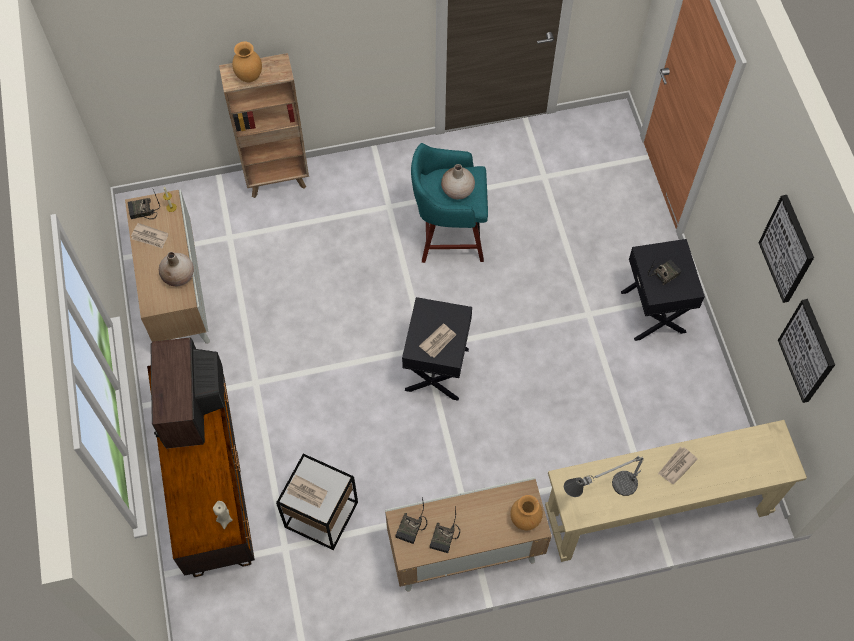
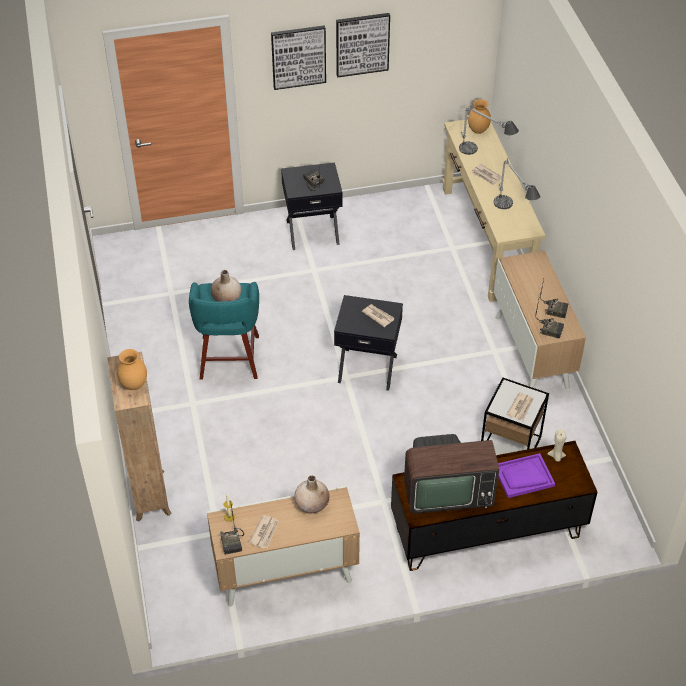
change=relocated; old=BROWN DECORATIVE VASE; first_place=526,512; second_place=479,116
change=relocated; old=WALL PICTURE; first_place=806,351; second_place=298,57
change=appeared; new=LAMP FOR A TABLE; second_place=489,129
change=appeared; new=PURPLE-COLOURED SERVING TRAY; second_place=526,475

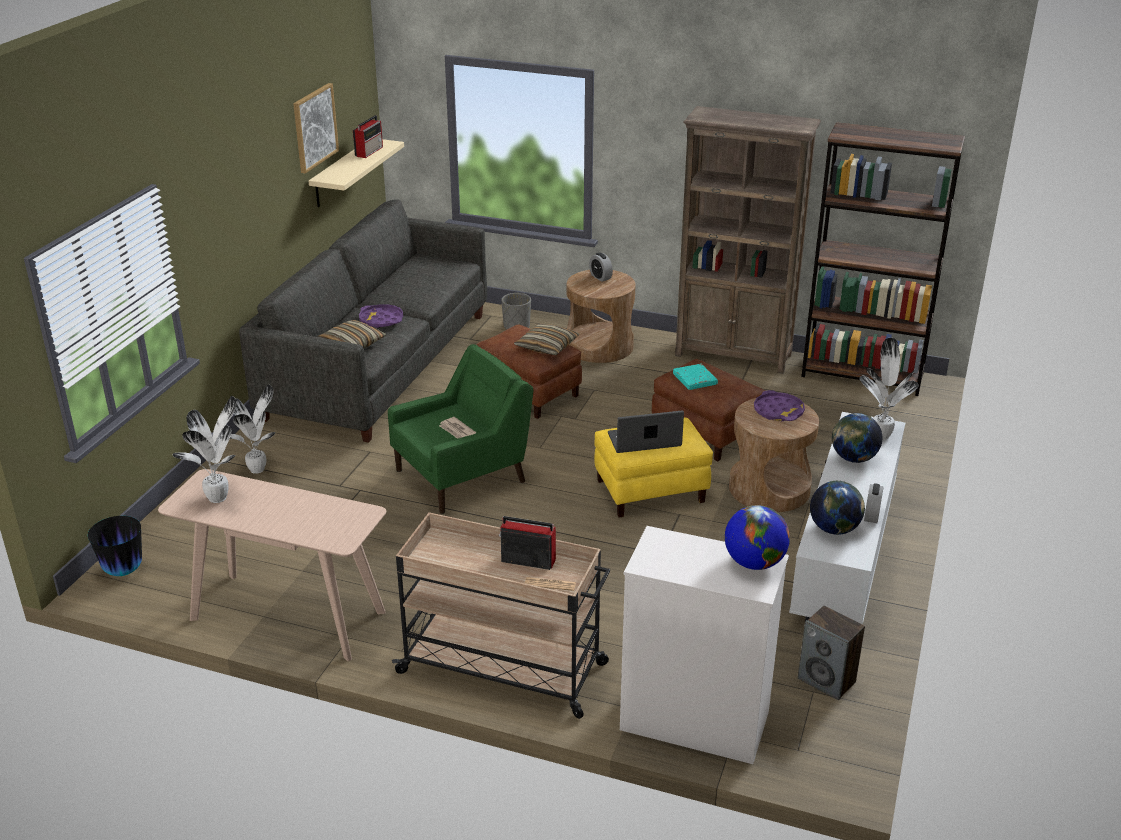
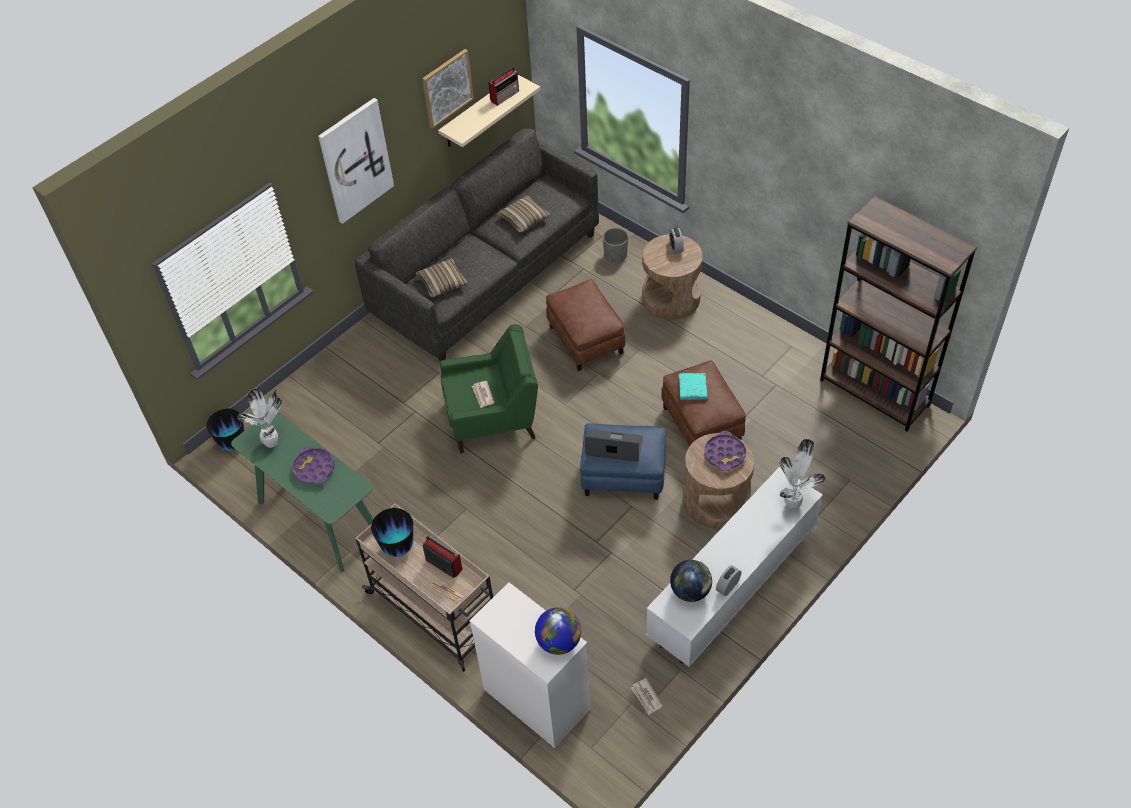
change=colour; old=BEIGE-COLOURED HALL TABLE; new=GREEN-COLOURED HALL TABLE; first_place=272,565; second_place=302,492
change=missing; old=HOUSEPLANT; first_place=253,429
change=relocated; old=PURPLE-COLOURED SERVING TRAY; first_place=381,316; second_place=313,465
change=relocated; old=PILLOW; first_place=546,339; second_place=523,214
change=colour; old=YELLOWISH POUFFE; new=BLUE POUFFE; first_place=653,468; second_place=623,461
change=missing; old=BROWN BOOKCASE; first_place=748,240
change=exchanged; old=AUDIO SPEAKER; new=DAILY PAPER; first_place=831,653; second_place=647,696
change=missing; old=WORLD GLOBE; first_place=857,438
change=appeared; new=WALL PICTURE; second_place=356,161
change=appeared; new=DECORATIVE VASE; second_place=392,532

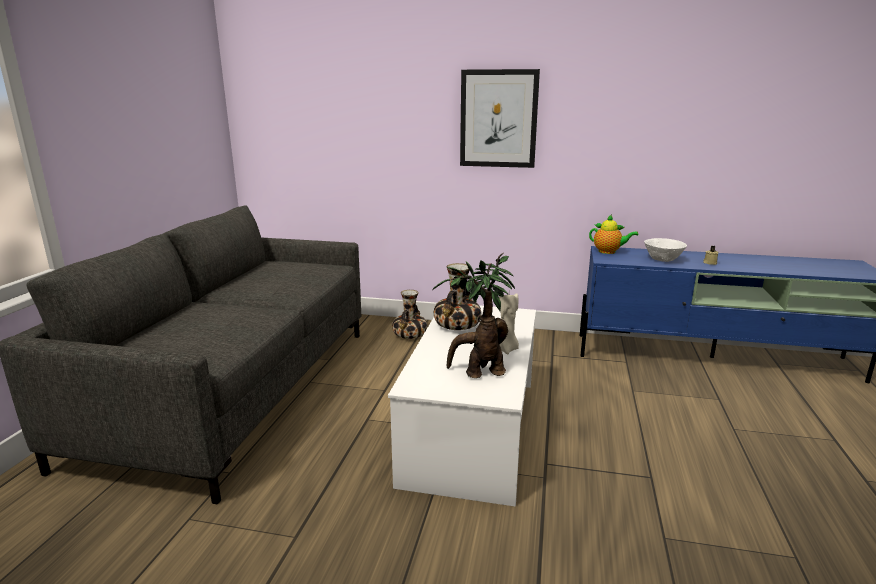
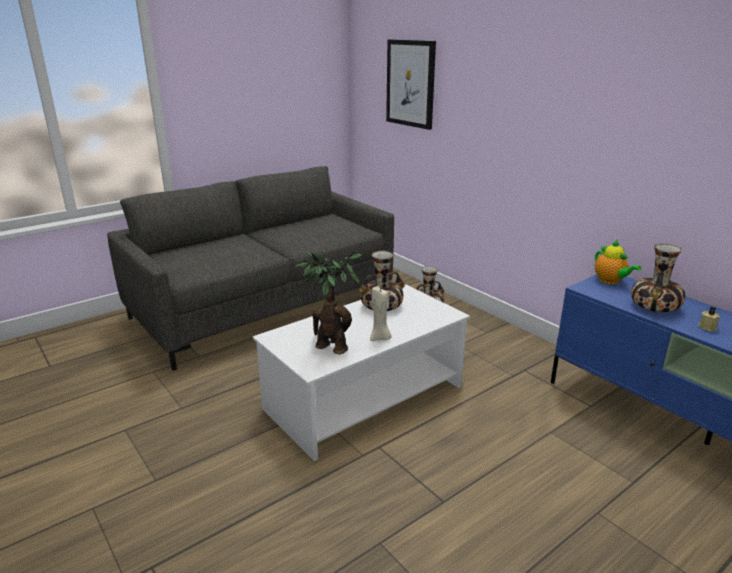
change=relocated; old=WALL PICTURE; first_place=500,118; second_place=411,84
change=exchanged; old=WHITISH BOWL; new=DECORATIVE VASE; first_place=665,250; second_place=658,278

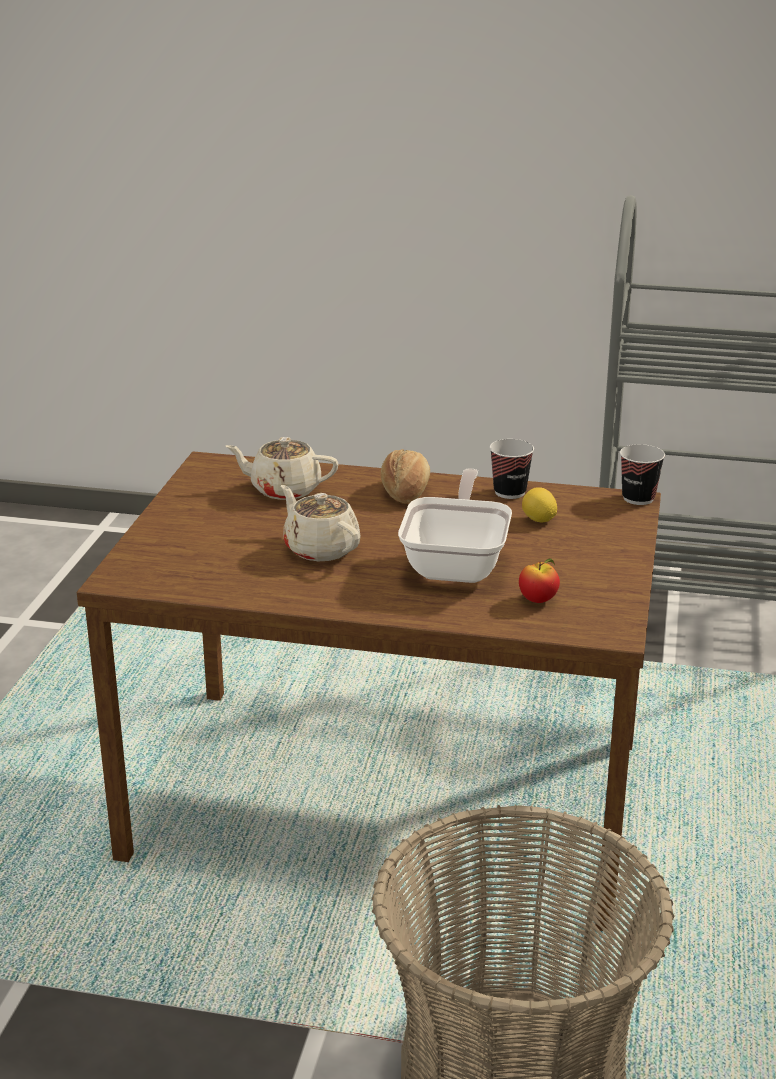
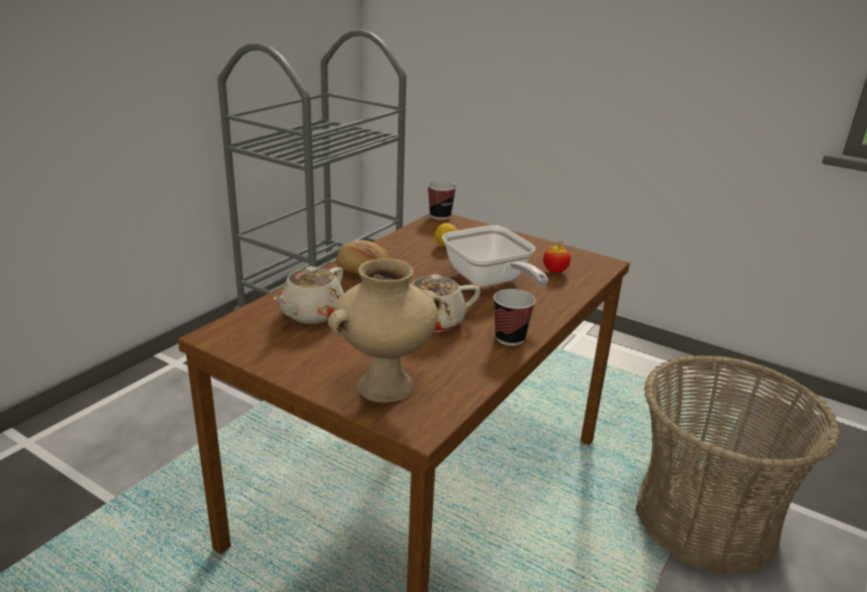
change=spun; old=SKILLET; first_place=455,526; second_place=495,256; degrees=-150
change=relocated; old=DRINKING CUP; first_place=512,469; second_place=514,317
change=appeared; new=BEIGE-COLOURED DECORATIVE VASE; second_place=385,330

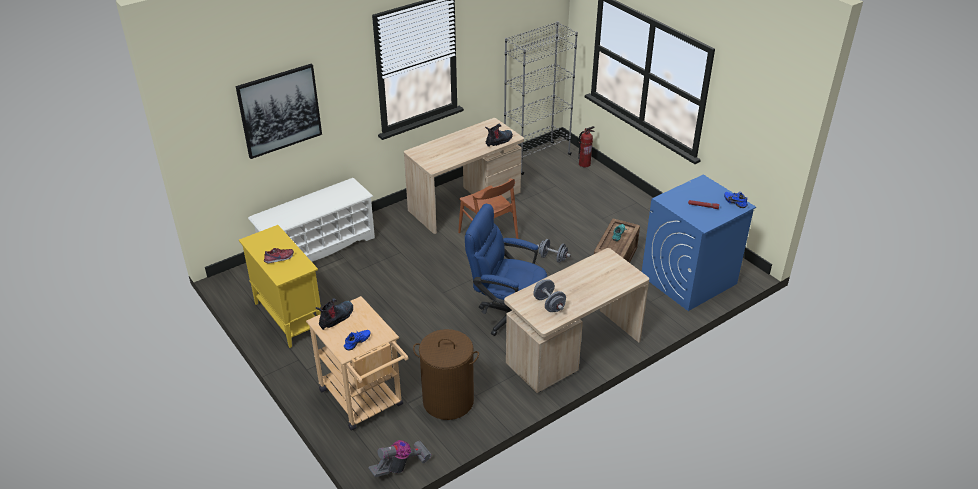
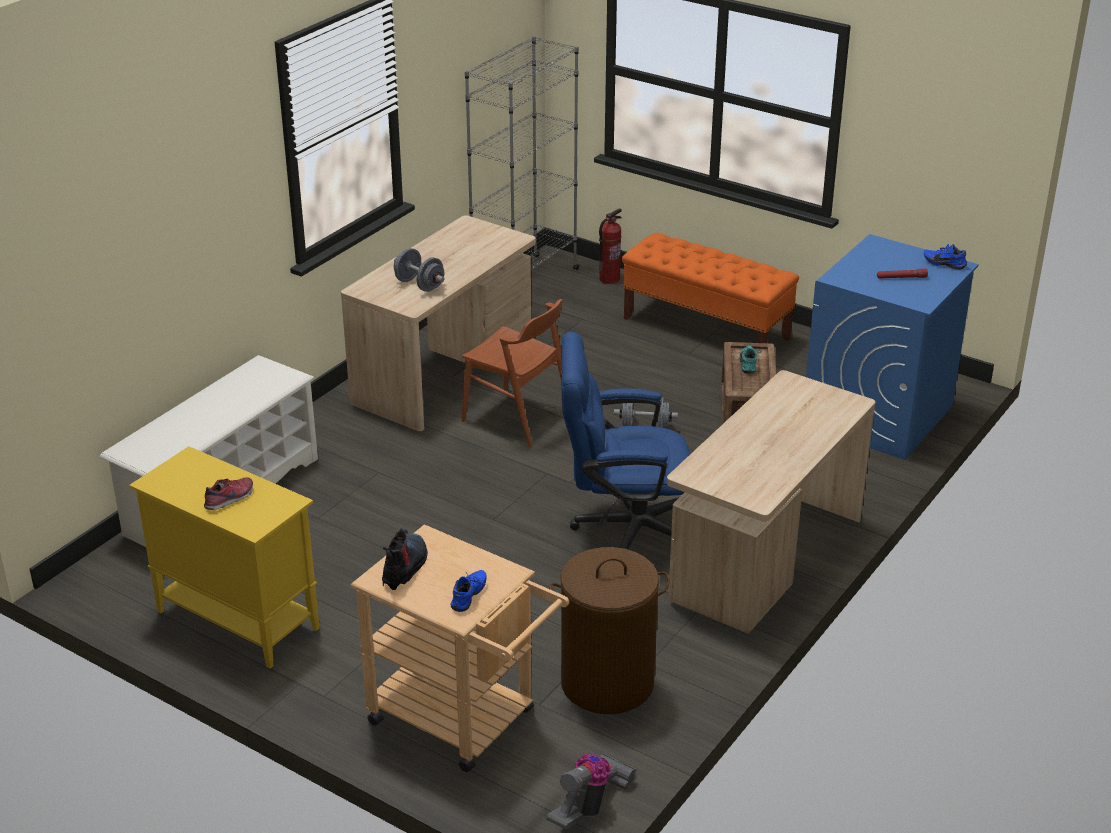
change=missing; old=WALL PICTURE; first_place=279,111
change=missing; old=BOOT; first_place=499,135
change=relocated; old=GRAY DUMBBELL; first_place=549,295; second_place=419,270
change=appeared; new=ORANGE LONG SEAT; second_place=710,288

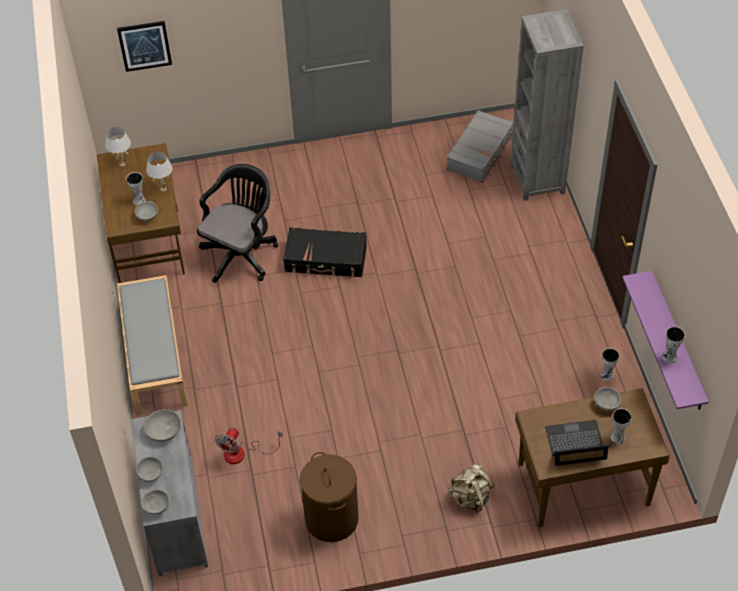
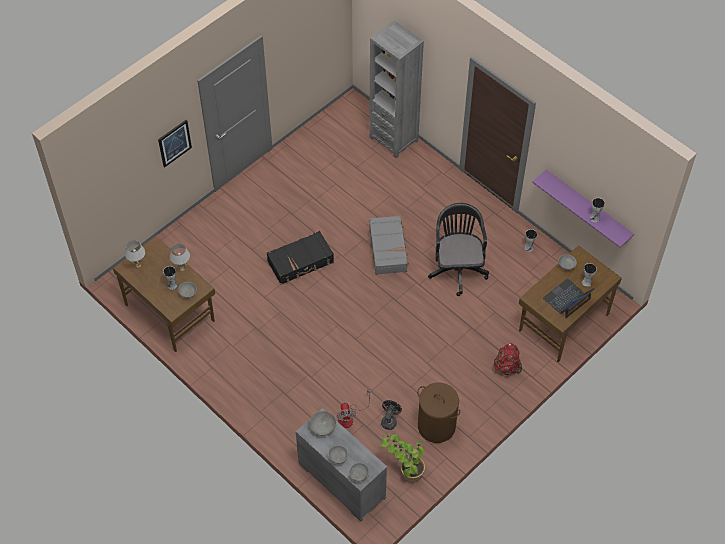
change=relocated; old=WALL PICTURE; first_place=144,46; second_place=175,143
change=missing; old=GRAY LONG SEAT; first_place=152,345
change=relocated; old=BLACKISH DESK CHAIR; first_place=237,223; second_place=458,249
change=relocated; old=GRAY PIECE OF LUGGAGE; first_place=480,146; second_place=389,245
change=colour; old=BEIGE-COLOURED BACKPACK; new=RED BACKPACK; first_place=471,488; second_place=507,359
change=appeared; new=BLACKISH FAN; second_place=391,415
change=appeared; new=HOUSEPLANT; second_place=403,457

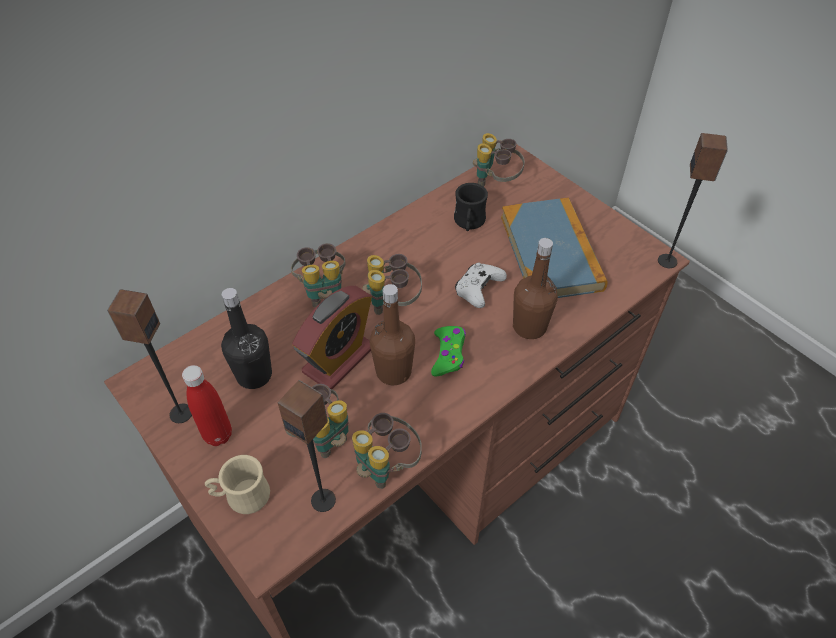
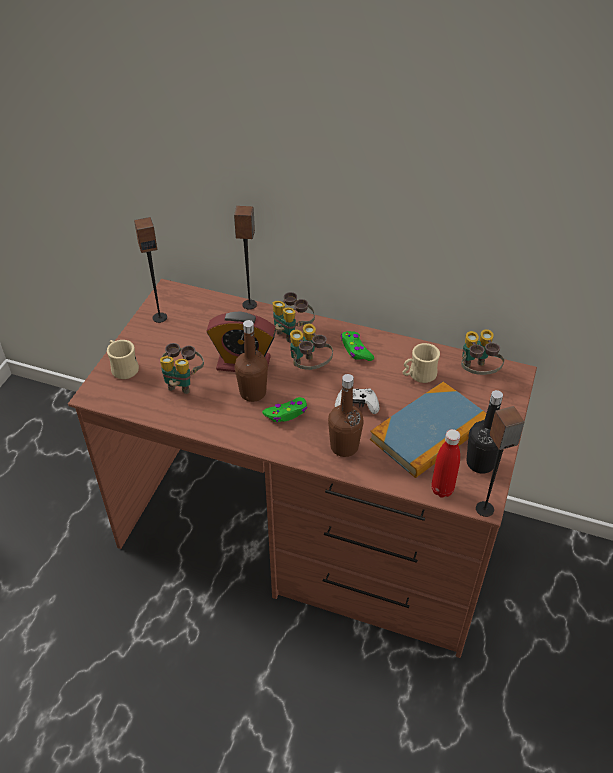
change=relocated; old=RED BOTTLE; first_place=207,405; second_place=445,463
change=relocated; old=BLACKISH BOTTLE; first_place=246,338; second_place=484,432
change=relocated; old=AUDIO SPEAKER; first_place=307,446; second_place=245,258
change=missing; old=FIELD GLASSES; first_place=387,451
change=colour; old=BLACKISH TEA MUG; new=BEIGE-COLOURED TEA MUG; first_place=471,207; second_place=421,363
change=appeared; new=GREEN-COLOURED JOYPAD; second_place=357,346

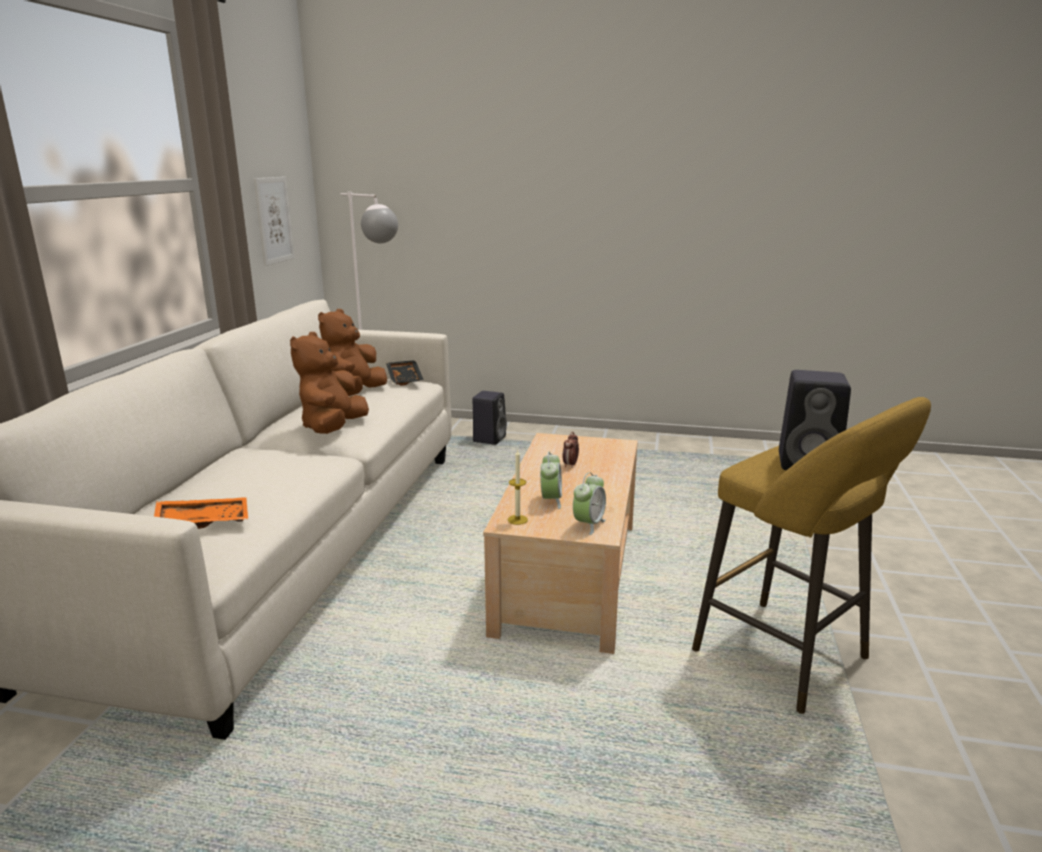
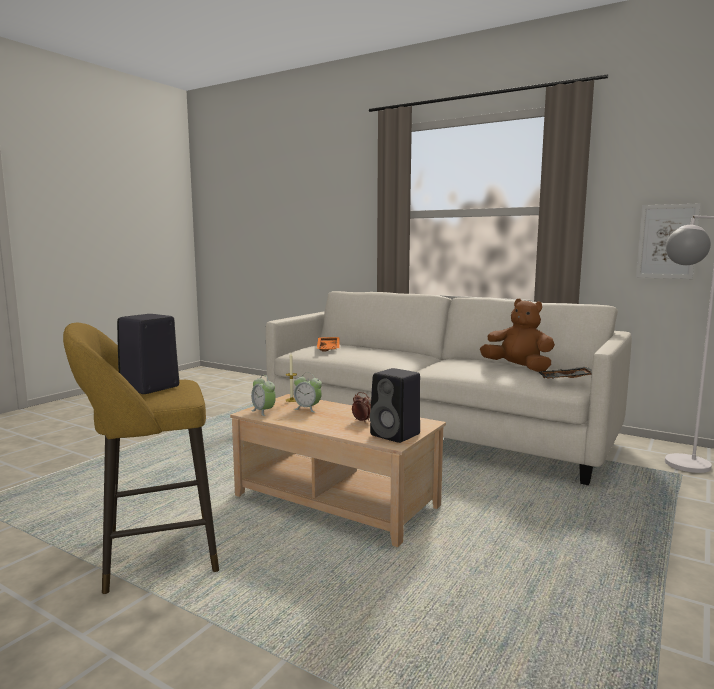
change=missing; old=BROWN PLUSH TOY; first_place=329,383
change=relocated; old=BLACKISH AUDIO SPEAKER; first_place=489,418; second_place=395,405

